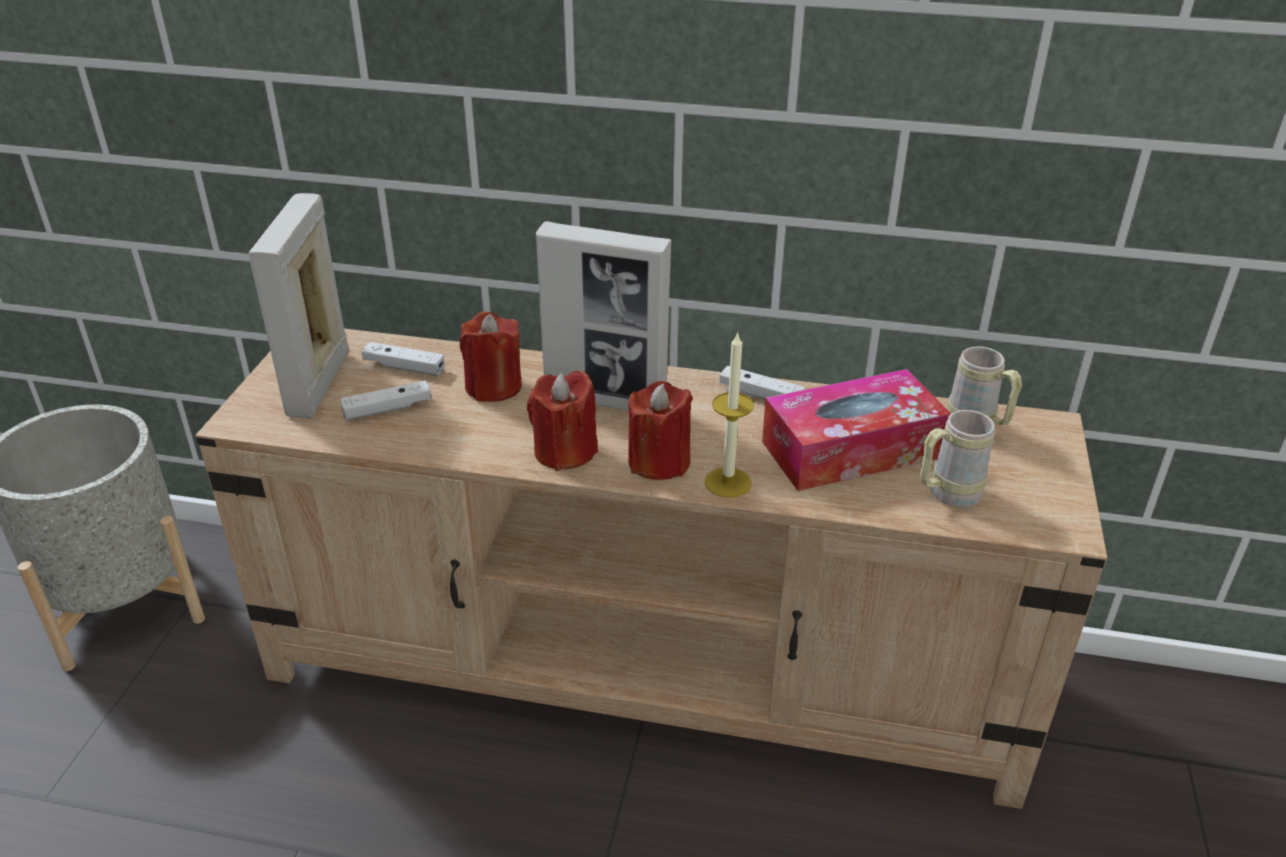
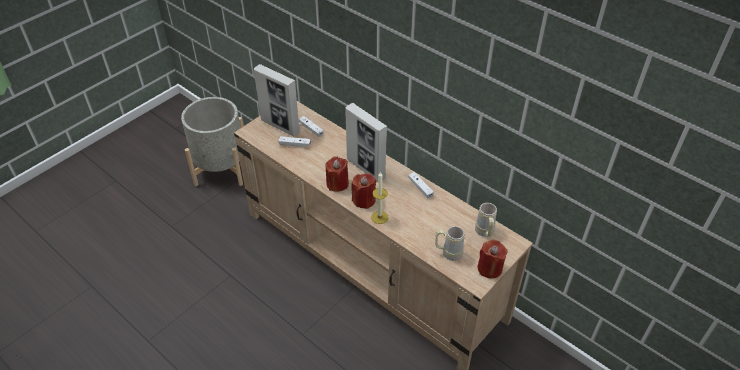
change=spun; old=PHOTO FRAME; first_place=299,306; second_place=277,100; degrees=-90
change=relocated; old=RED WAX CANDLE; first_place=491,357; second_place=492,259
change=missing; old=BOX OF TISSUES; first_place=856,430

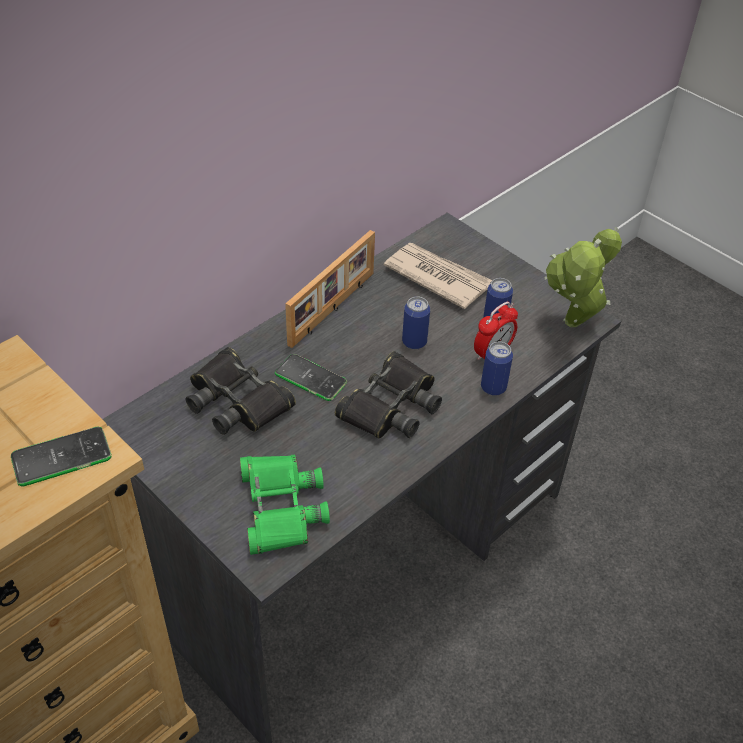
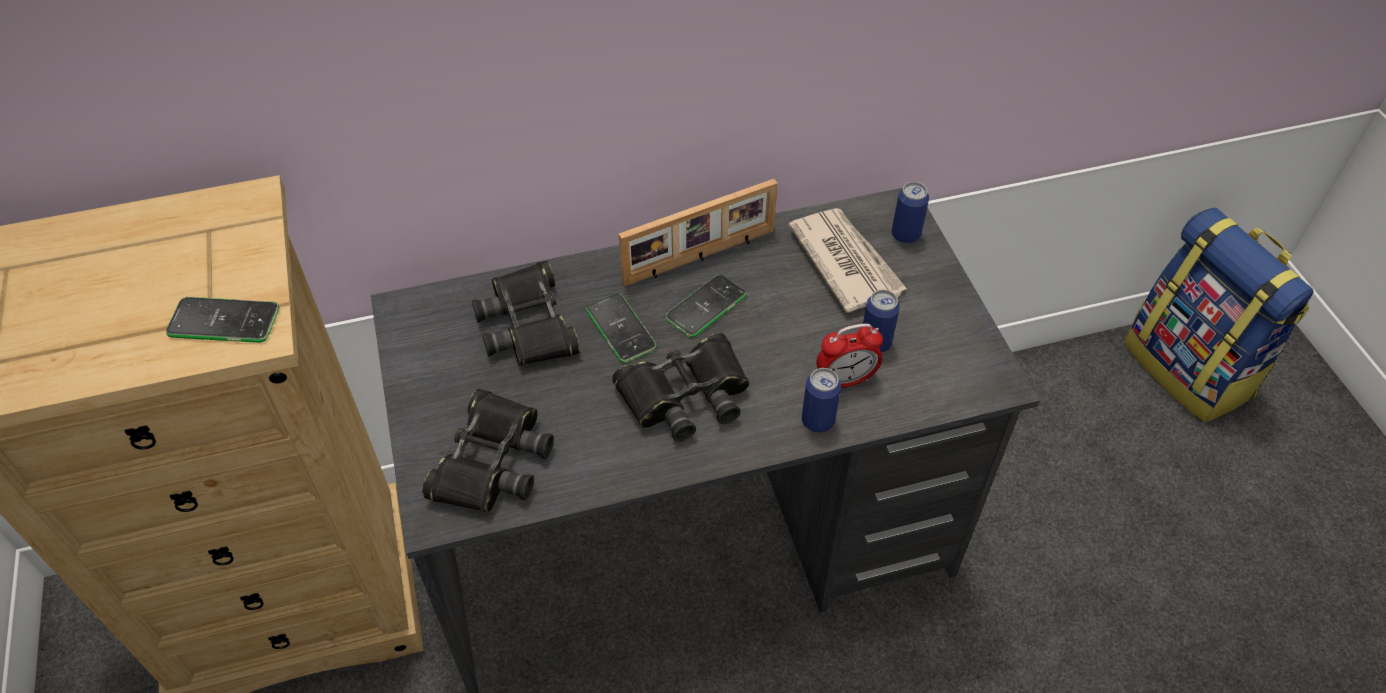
change=colour; old=GREEN-COLOURED FIELD GLASSES; new=BLACKISH FIELD GLASSES; first_place=285,505; second_place=488,451
change=relocated; old=METAL CAN; first_place=416,323; second_place=910,213
change=missing; old=HOUSEPLANT; first_place=583,277
change=appeared; new=TELEPHONE; second_place=705,305
change=appeared; new=BACKPACK; second_place=1218,315

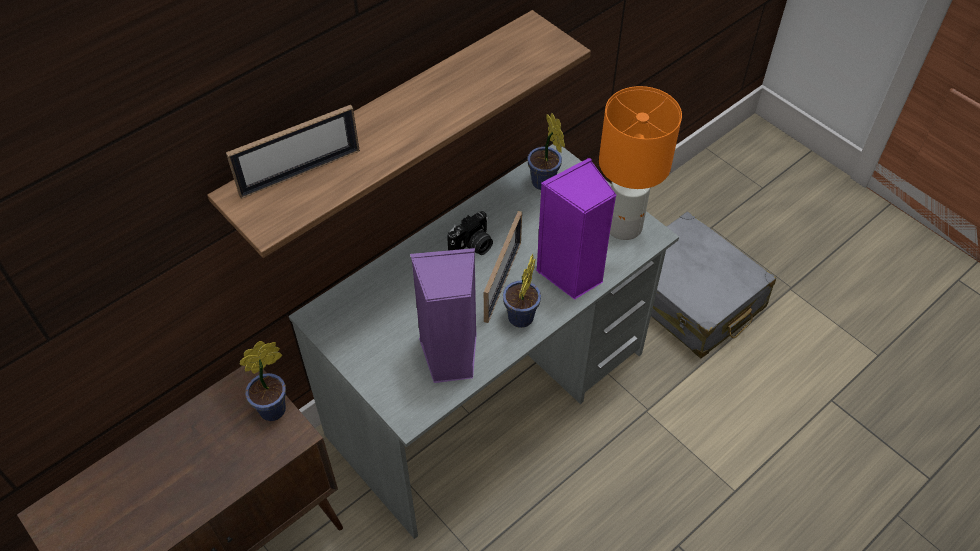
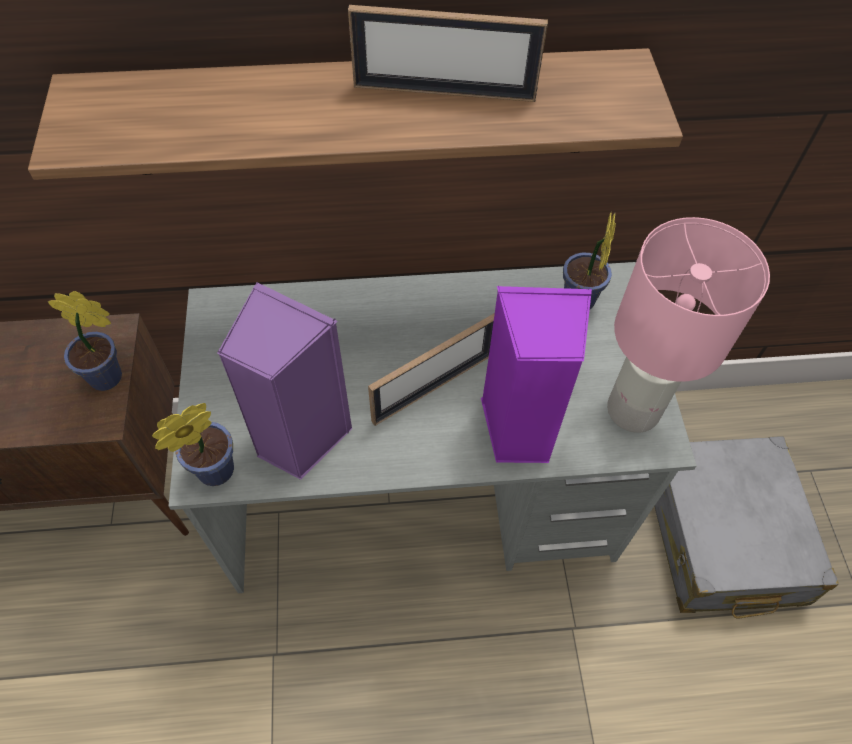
change=relocated; old=PHOTO FRAME; first_place=293,152; second_place=448,53
change=missing; old=PHOTO CAMERA; first_place=470,233
change=relocated; old=HOUSEPLANT; first_place=521,291; second_place=193,444
change=colour; old=ORANGE LAMP FOR A TABLE; new=PINKISH LAMP FOR A TABLE; first_place=640,163; second_place=688,325

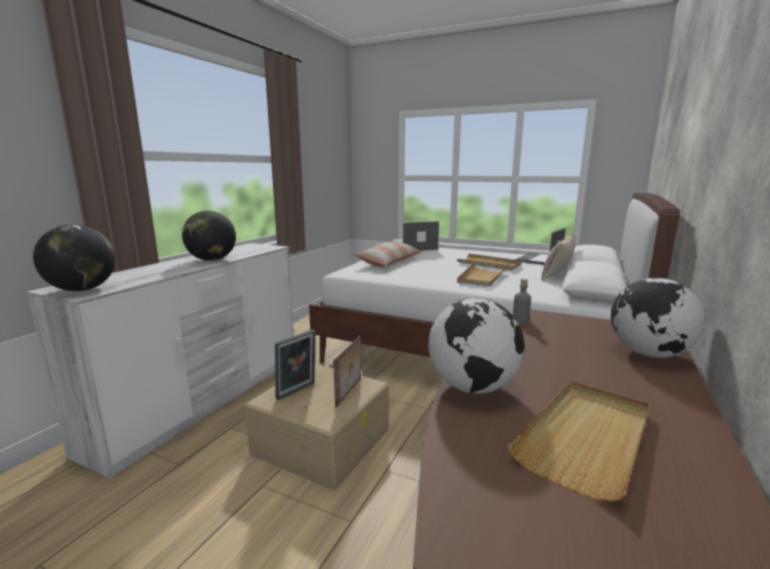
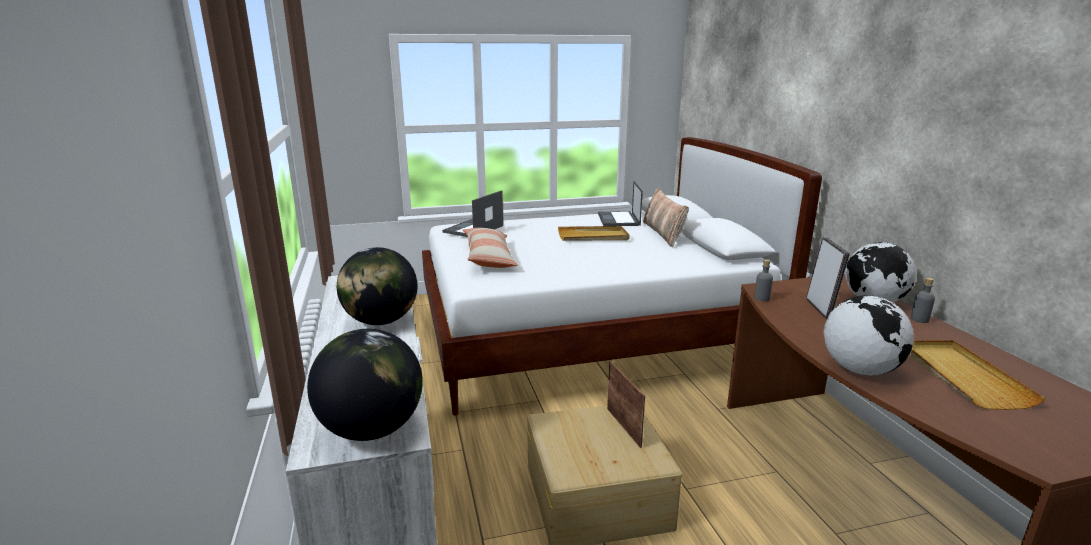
change=relocated; old=PHOTO FRAME; first_place=295,365; second_place=828,278
change=missing; old=BEIGE-COLOURED SERVING TRAY; first_place=482,275
change=appeared; new=GRAY BOTTLE; second_place=922,300

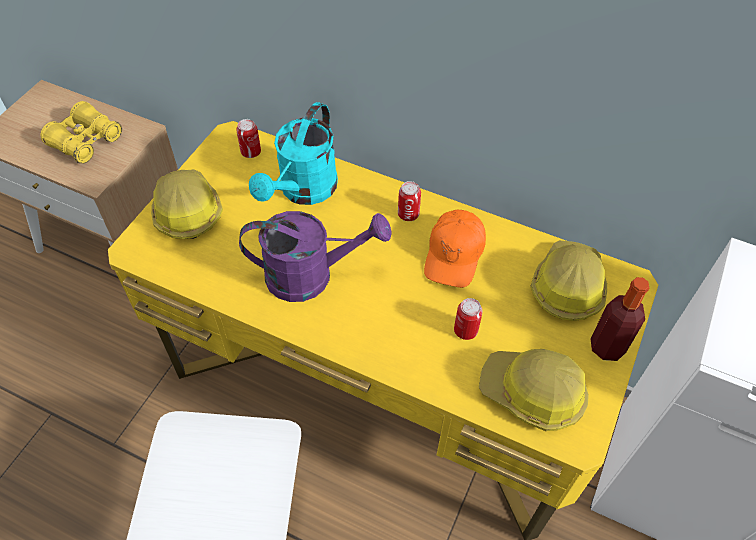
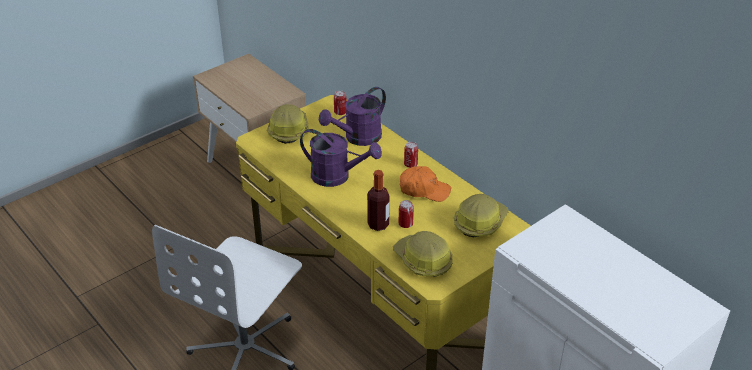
change=missing; old=YELLOWISH FIELD GLASSES; first_place=81,132
change=colour; old=TURQUOISE-COLOURED WATERING POT; new=PURPLE-COLOURED WATERING POT; first_place=293,153; second_place=352,116
change=spun; old=ORANGE BASEBALL CAP; first_place=455,249; second_place=425,184; degrees=-120
change=relocated; old=BOTTLE; first_place=620,319; second_place=378,200

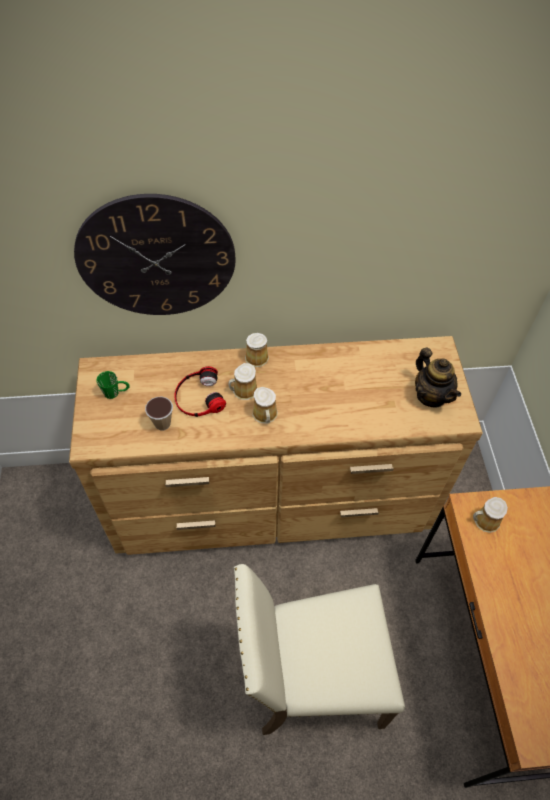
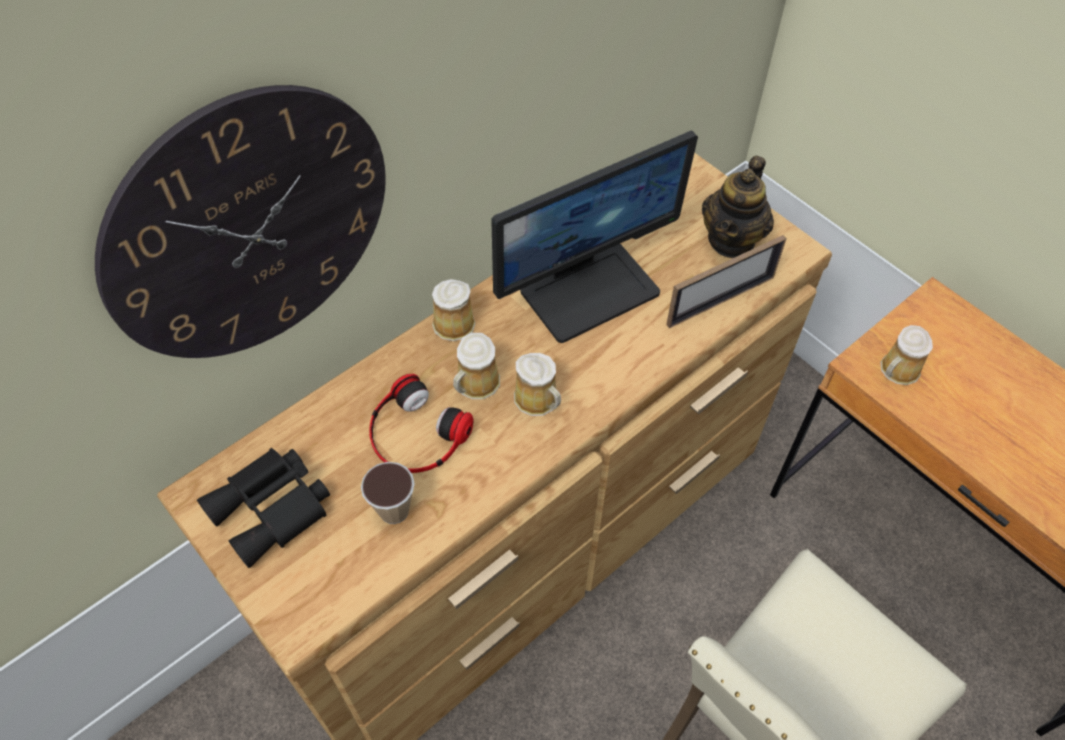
change=exchanged; old=GREEN-COLOURED TEA MUG; new=BLACKISH FIELD GLASSES; first_place=113,385; second_place=263,508
change=spun; old=POT FOR TEA; first_place=438,377; second_place=738,207; degrees=90
change=appeared; new=COMPUTER DISPLAY; second_place=594,237
change=appeared; new=PHOTO FRAME; second_place=726,281

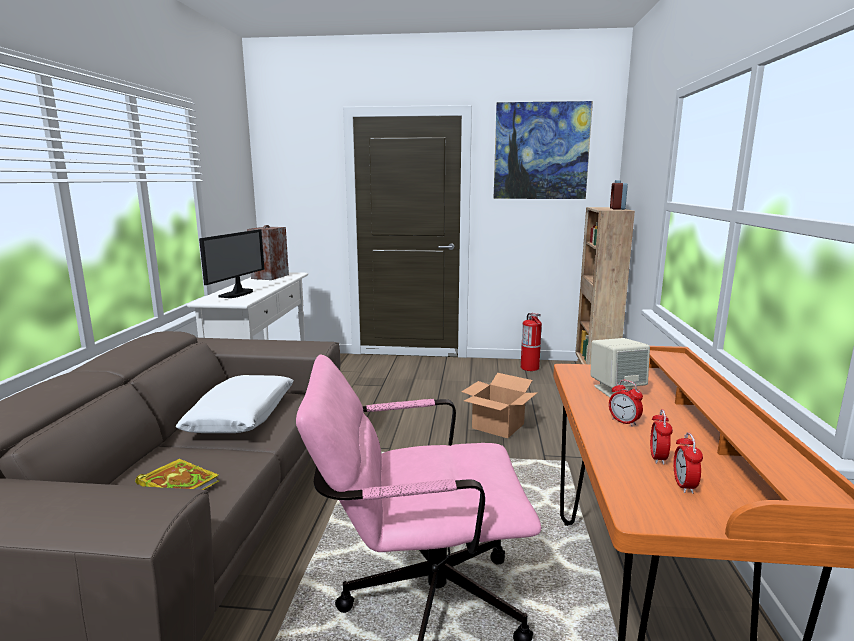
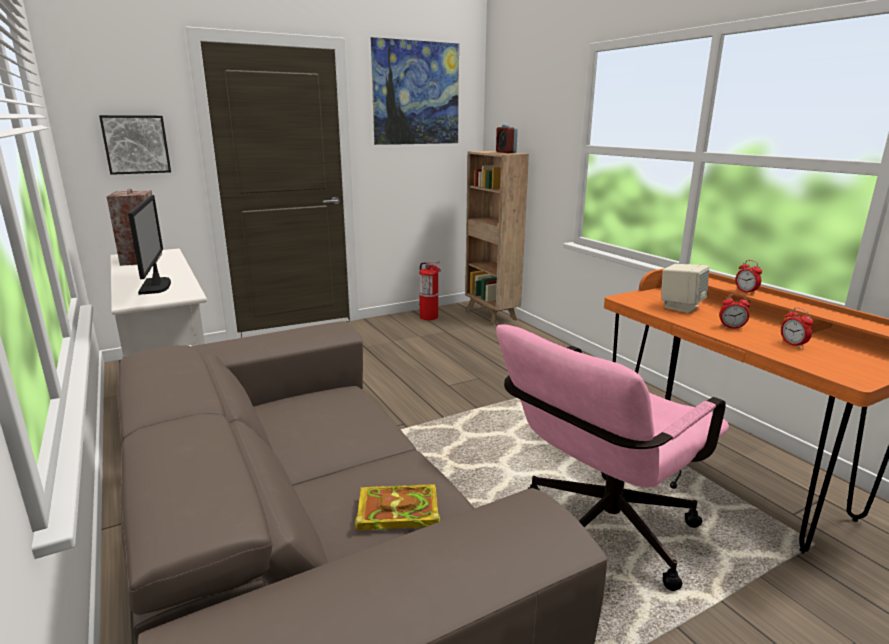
change=missing; old=WHITISH PILLOW; first_place=235,404
change=missing; old=CARTON; first_place=499,405
change=relocated; old=TABLE CLOCK; first_place=688,463; second_place=748,277
change=appeared; new=WALL PICTURE; second_place=135,145

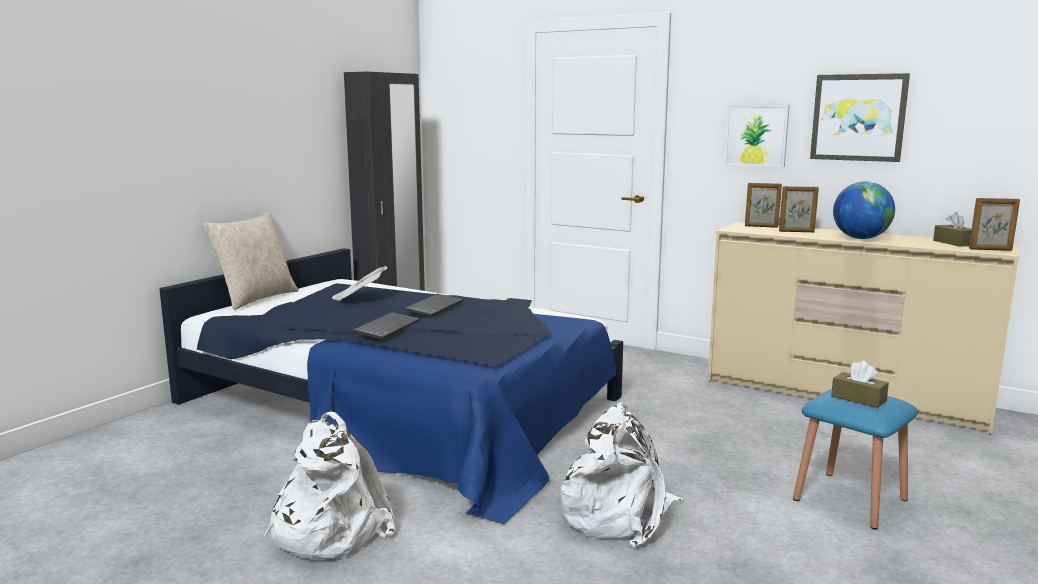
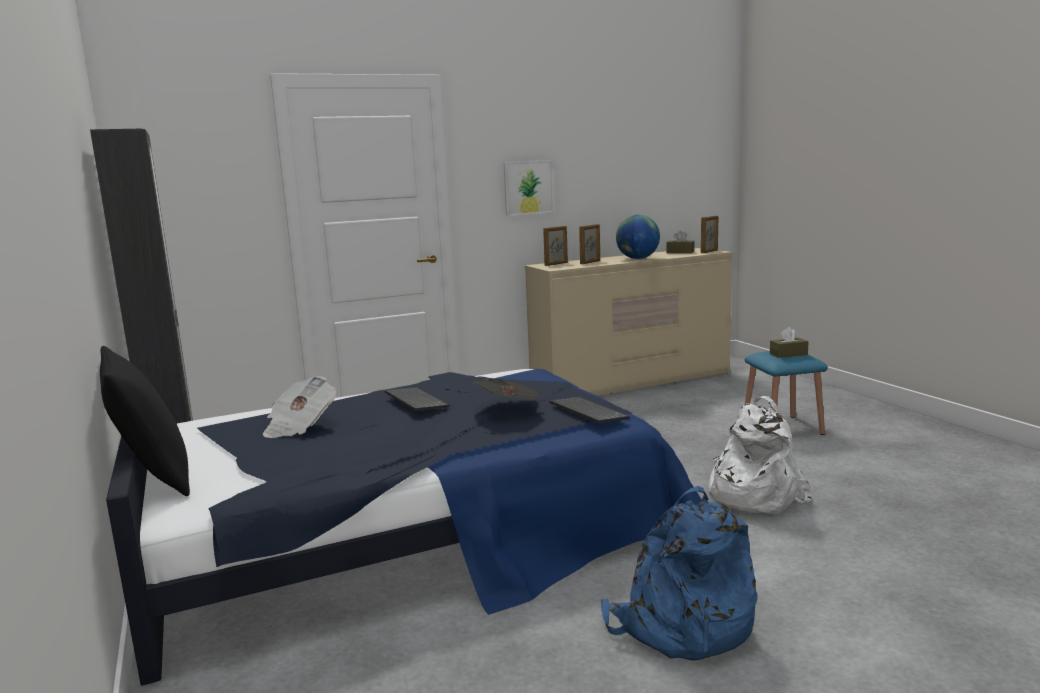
change=colour; old=BEIGE-COLOURED PILLOW; new=BLACKISH PILLOW; first_place=250,261; second_place=145,421
change=colour; old=WHITISH BACKPACK; new=BLUE BACKPACK; first_place=329,485; second_place=679,573
change=relocated; old=KEYBOARD; first_place=386,325; second_place=589,410
change=missing; old=WALL PICTURE; first_place=860,117
change=appeared; new=DAILY PAPER; second_place=506,389

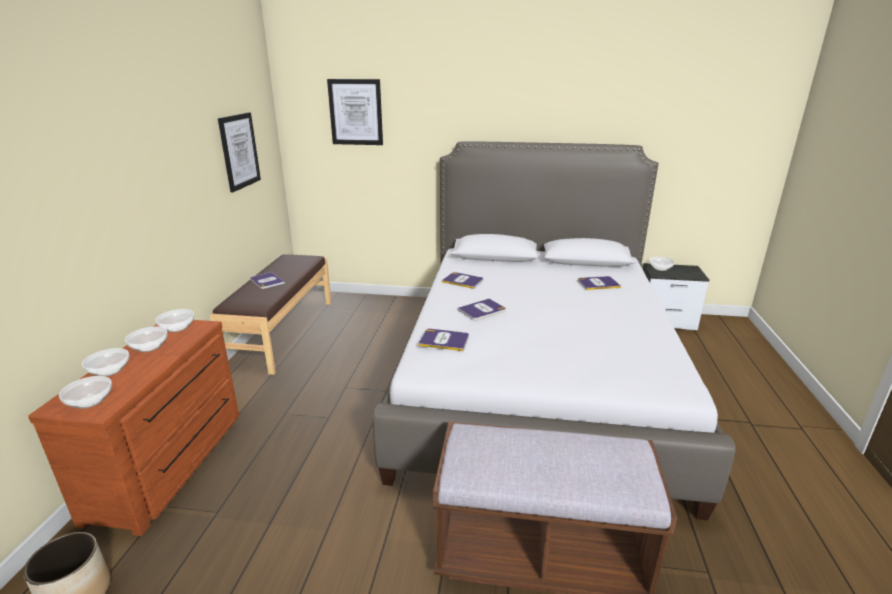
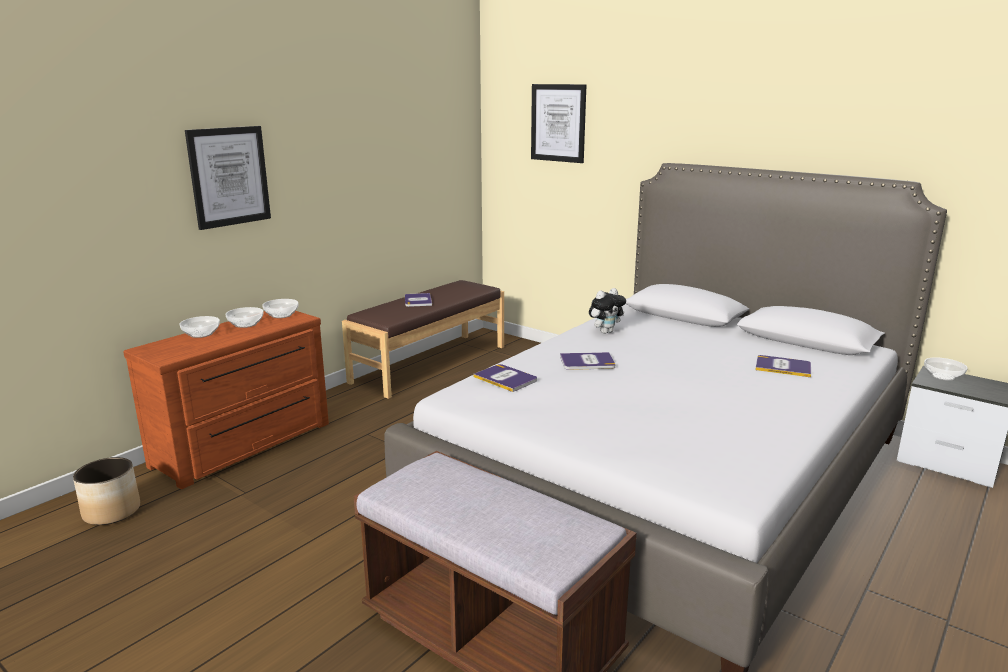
change=missing; old=BOWL; first_place=85,392
change=relocated; old=WALL PICTURE; first_place=239,152; second_place=228,178
change=exchanged; old=VOLUME; new=PLUSH TOY; first_place=462,280; second_place=607,311

